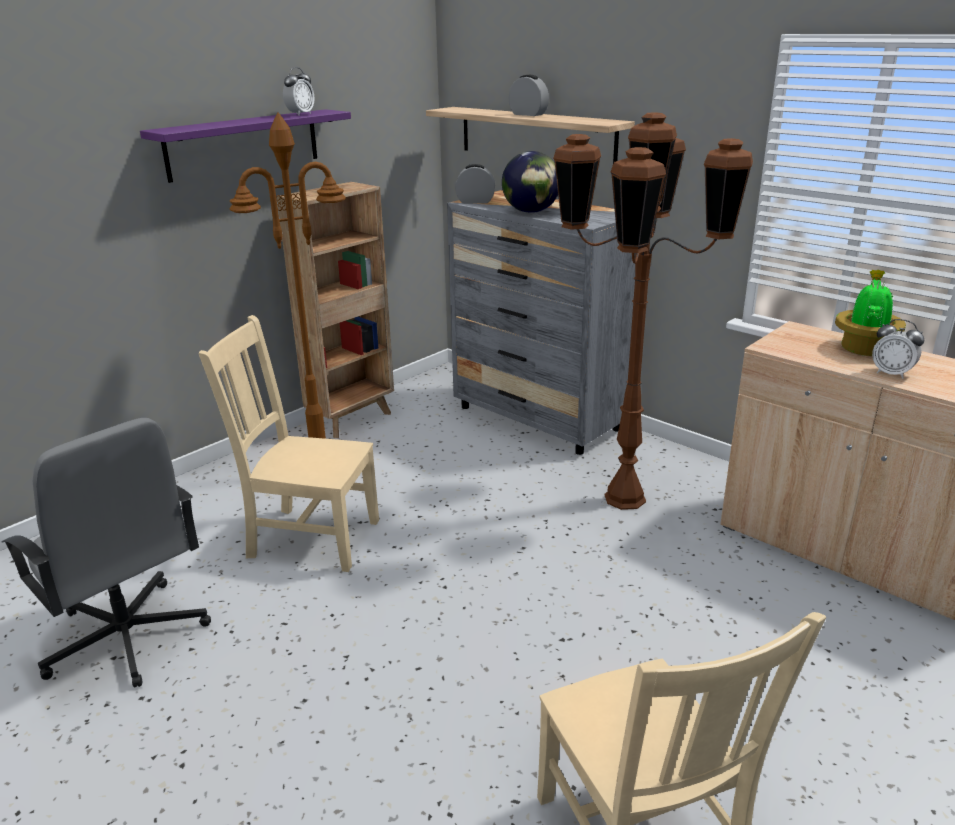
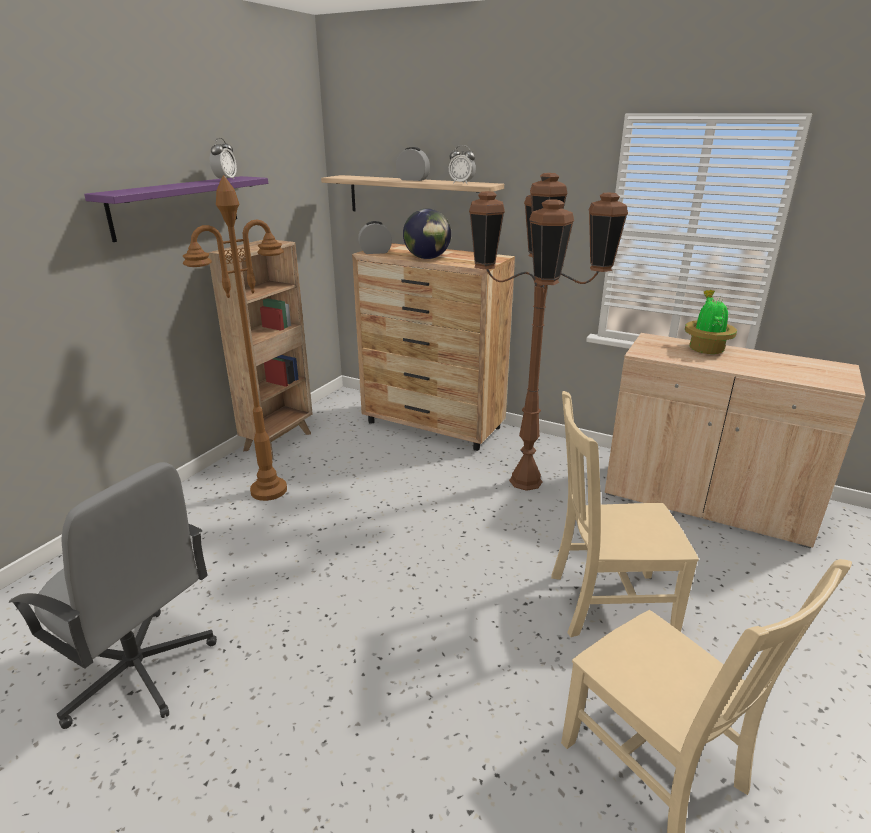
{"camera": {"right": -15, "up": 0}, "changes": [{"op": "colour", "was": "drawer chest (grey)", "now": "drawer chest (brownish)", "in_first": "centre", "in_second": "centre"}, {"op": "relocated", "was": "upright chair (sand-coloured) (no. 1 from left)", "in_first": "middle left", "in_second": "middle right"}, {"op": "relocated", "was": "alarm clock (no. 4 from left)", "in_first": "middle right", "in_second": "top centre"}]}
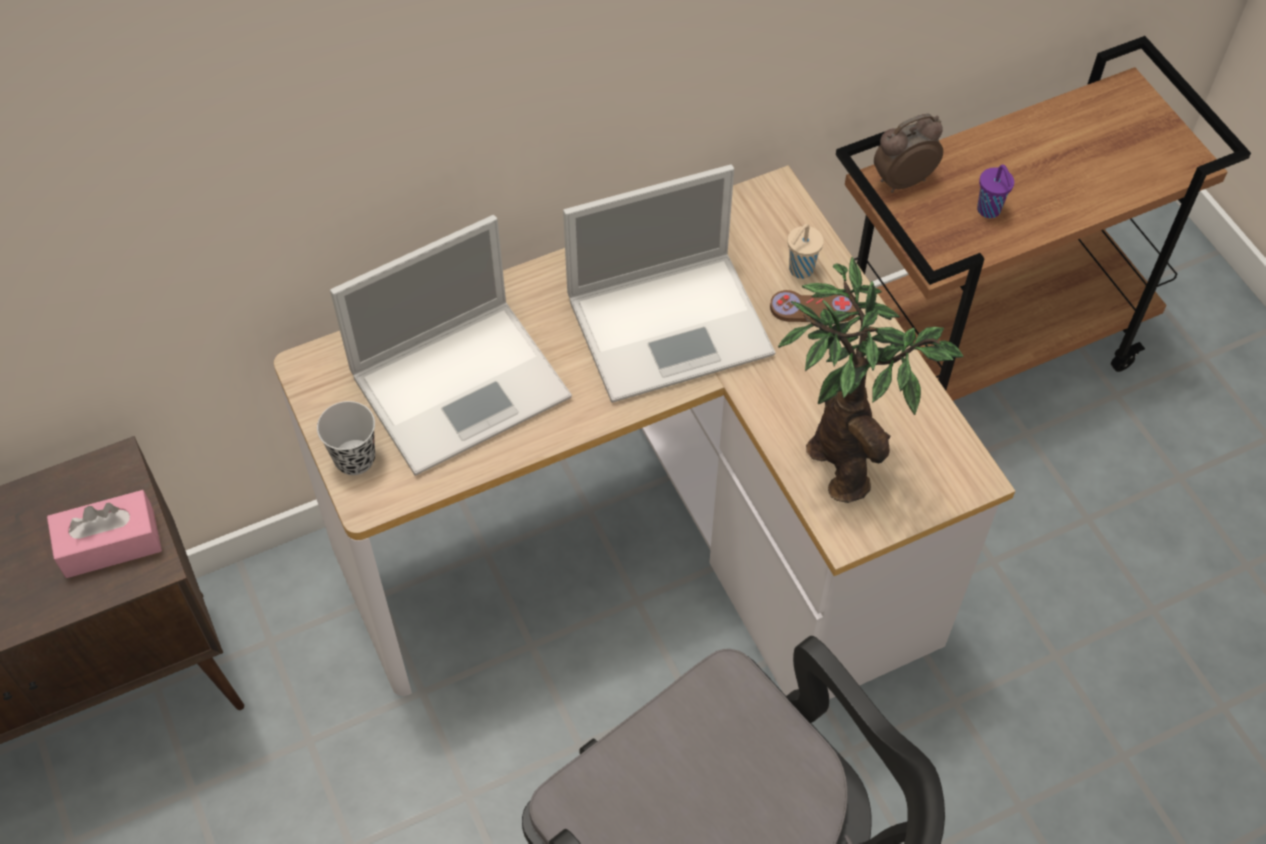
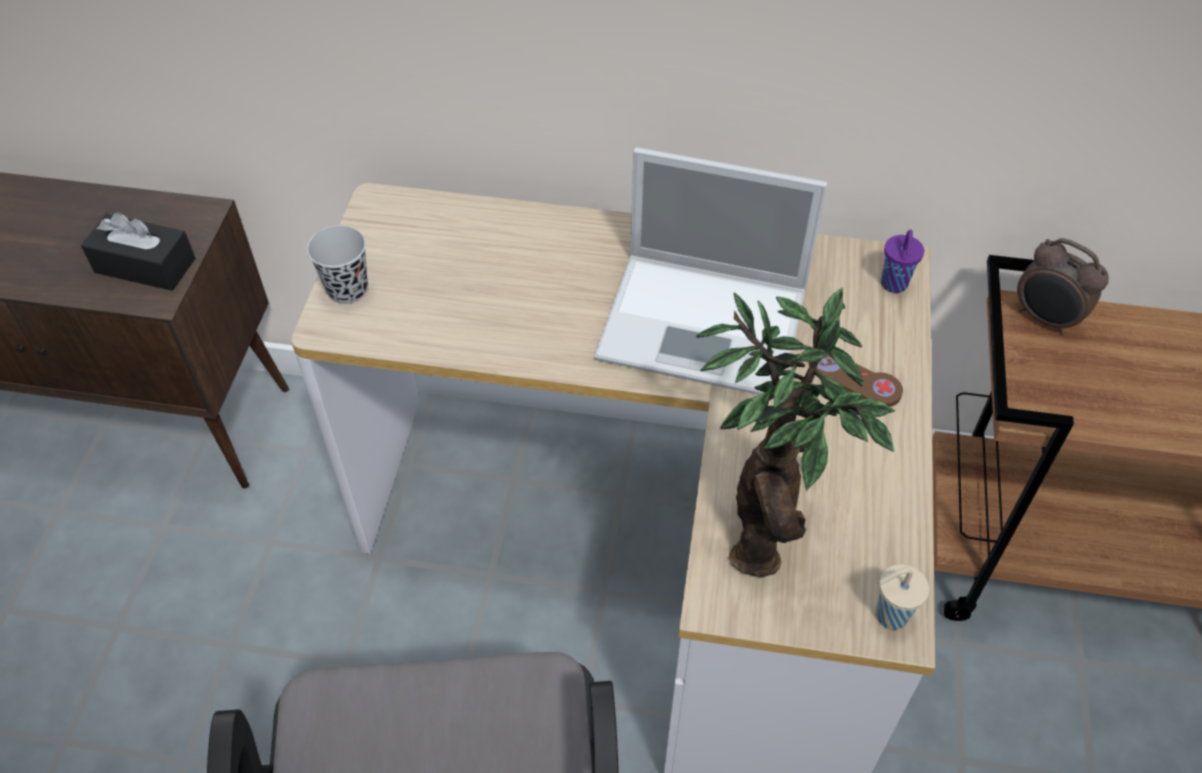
{"camera": {"right": 35, "up": -5}, "changes": [{"op": "spun", "was": "alarm clock", "in_first": "top right", "in_second": "middle right", "clockwise": -150}, {"op": "relocated", "was": "drinking cup (purple)", "in_first": "top right", "in_second": "middle right"}, {"op": "missing", "was": "notebook computer (no. 1 from left)", "in_first": "centre"}, {"op": "relocated", "was": "drinking cup (sand-coloured)", "in_first": "top centre", "in_second": "bottom right"}, {"op": "colour", "was": "tissue box (pink-coloured)", "now": "tissue box (blackish)", "in_first": "middle left", "in_second": "top left"}]}
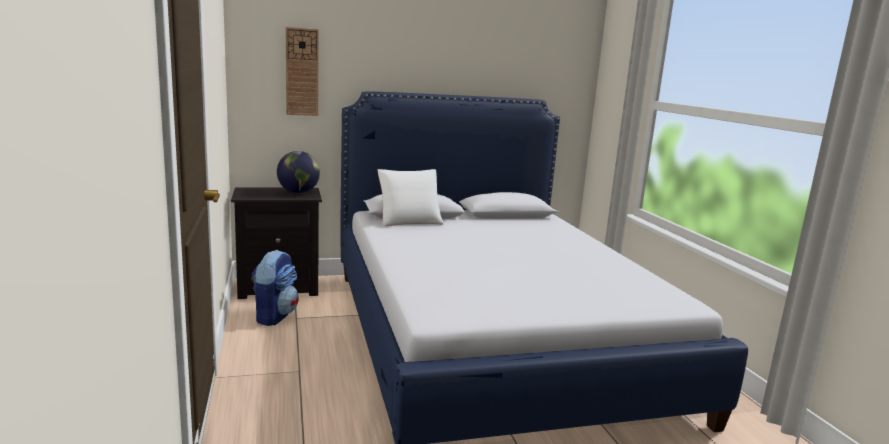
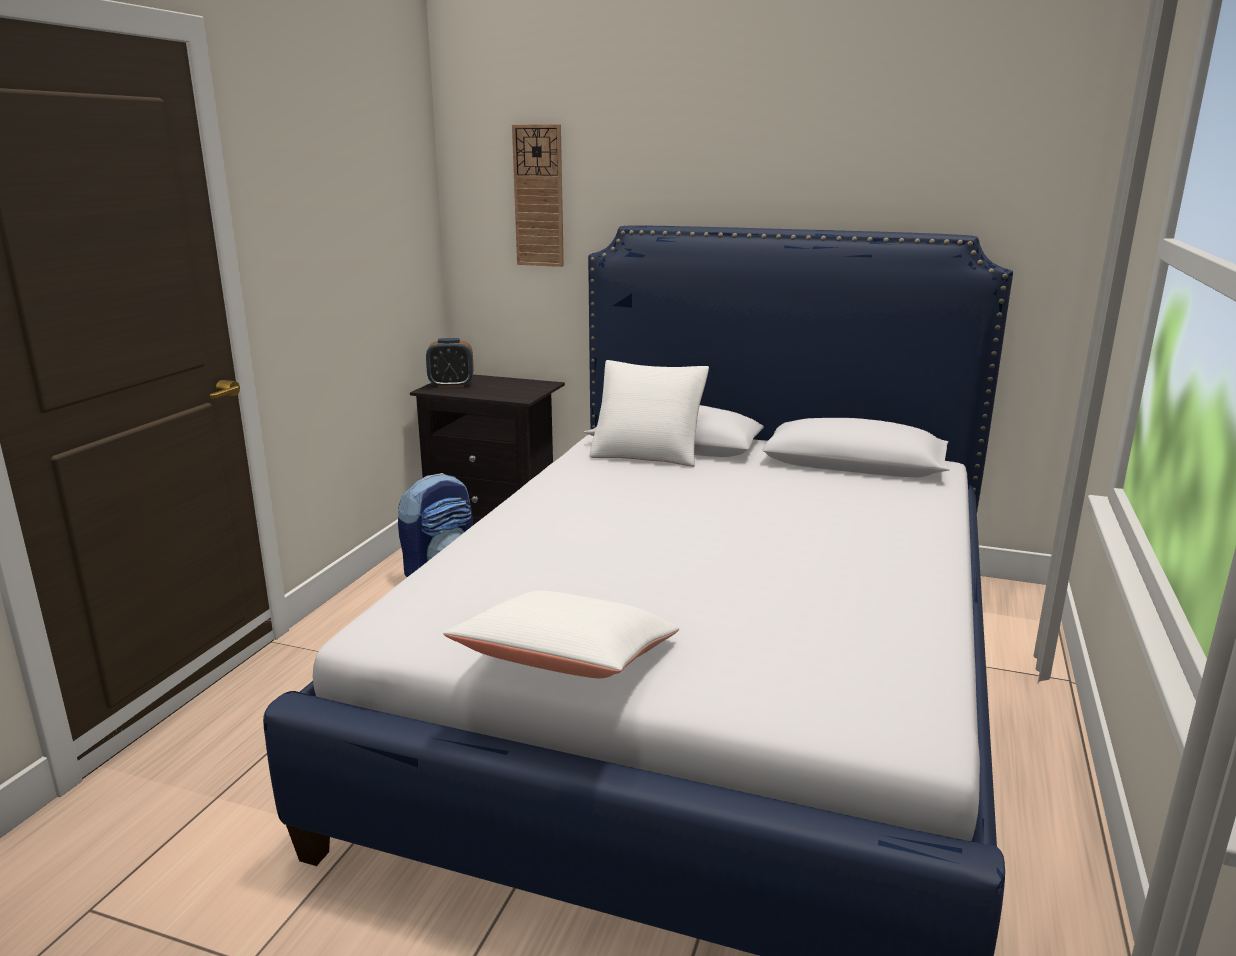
{"camera": {"right": 35, "up": 5}, "changes": [{"op": "missing", "was": "globe", "in_first": "centre"}, {"op": "appeared", "now": "alarm clock", "in_second": "centre"}, {"op": "appeared", "now": "cushion (white) (no. 1 from left)", "in_second": "centre"}]}
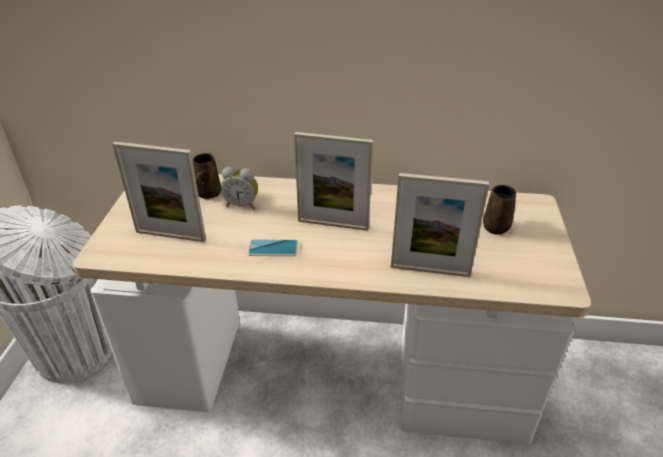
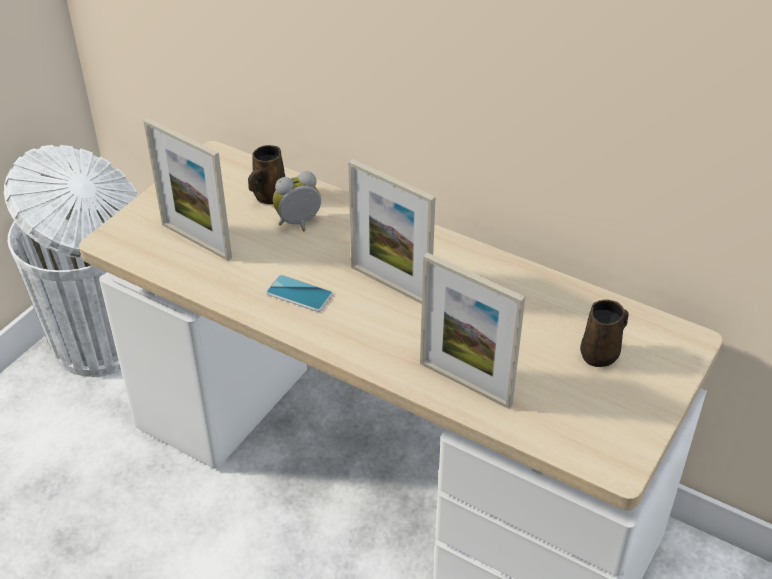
{"camera": {"right": 25, "up": 5}, "changes": [{"op": "spun", "was": "alarm clock", "in_first": "centre", "in_second": "centre", "clockwise": 120}]}
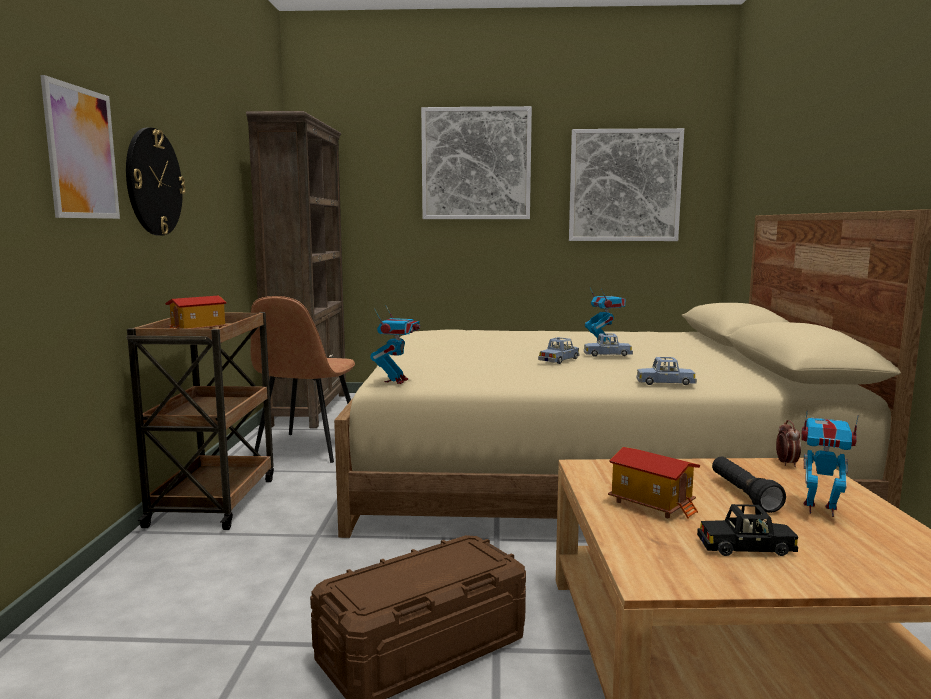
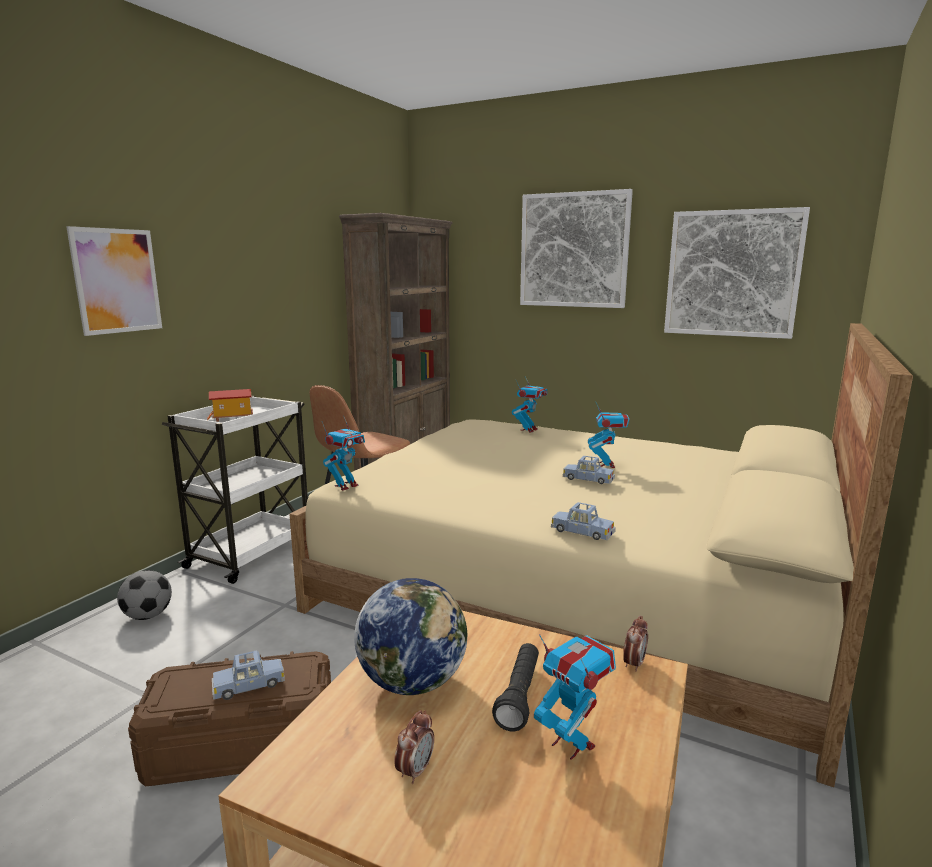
{"camera": {"right": 25, "up": 5}, "changes": [{"op": "missing", "was": "hanging clock", "in_first": "top left"}, {"op": "colour", "was": "wheeled cart (brownish)", "now": "wheeled cart (white)", "in_first": "middle left", "in_second": "middle left"}, {"op": "relocated", "was": "model car (bluish) (no. 1 from left)", "in_first": "centre", "in_second": "bottom left"}, {"op": "exchanged", "was": "toy house (no. 2 from left)", "now": "globe", "in_first": "bottom right", "in_second": "bottom centre"}, {"op": "exchanged", "was": "model car (blackish)", "now": "alarm clock (no. 1 from left)", "in_first": "bottom right", "in_second": "bottom centre"}, {"op": "appeared", "now": "robot figure (no. 2 from left)", "in_second": "centre"}, {"op": "appeared", "now": "football ball", "in_second": "bottom left"}]}
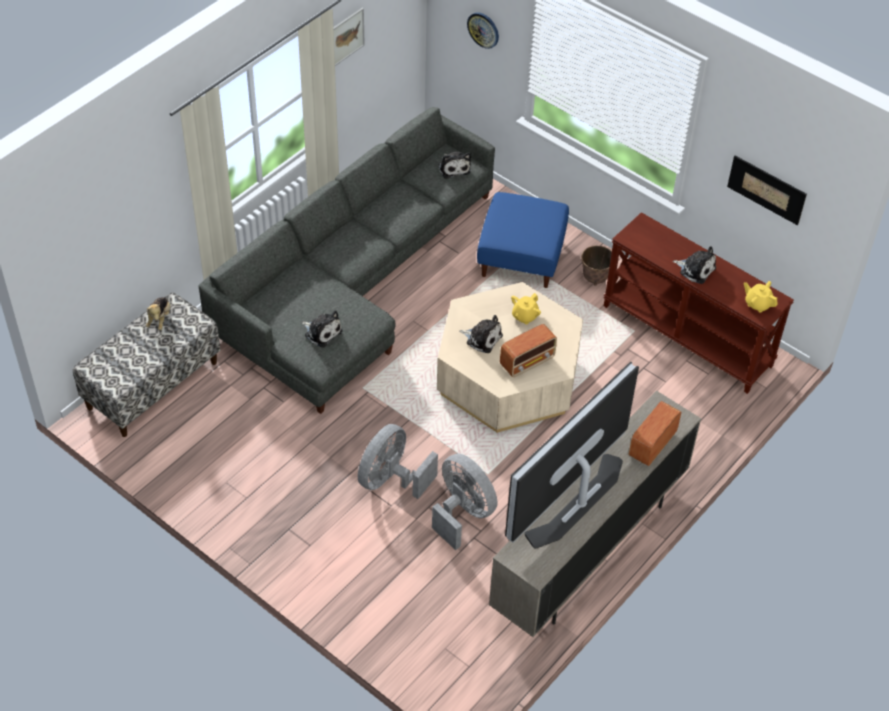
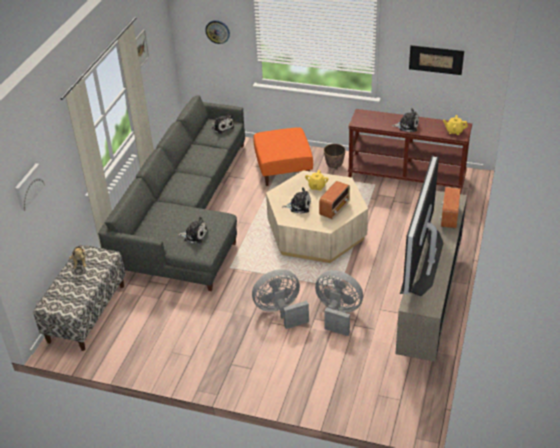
{"camera": {"right": -20, "up": -10}, "changes": [{"op": "colour", "was": "footrest (bluish)", "now": "footrest (orangey)", "in_first": "centre", "in_second": "centre"}, {"op": "spun", "was": "fan (grey) (no. 1 from left)", "in_first": "centre", "in_second": "bottom centre", "clockwise": 60}, {"op": "appeared", "now": "picture (no. 1 from left)", "in_second": "middle left"}]}
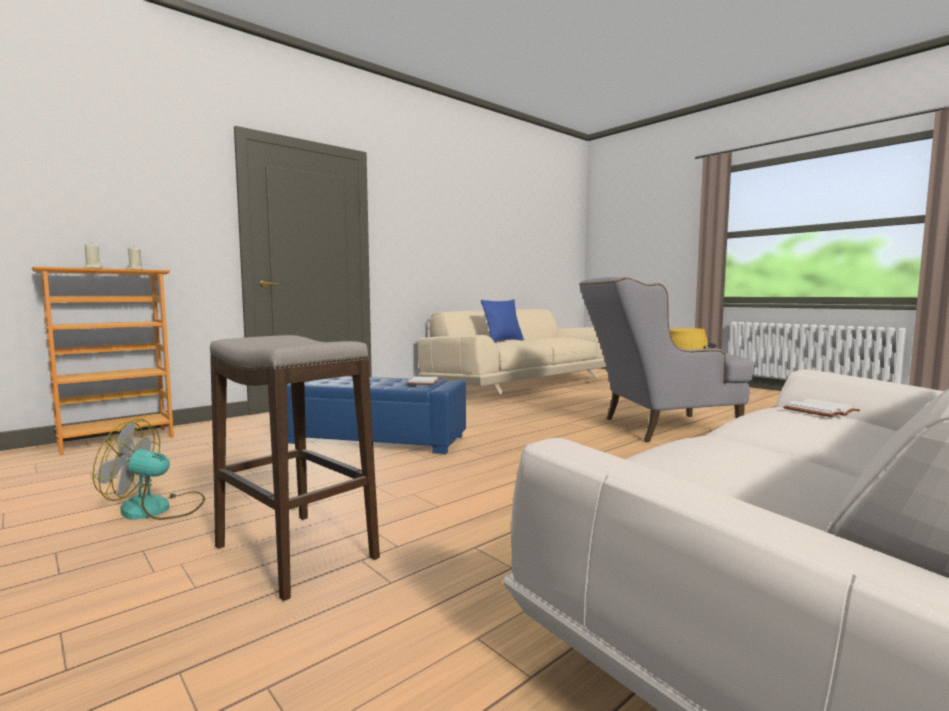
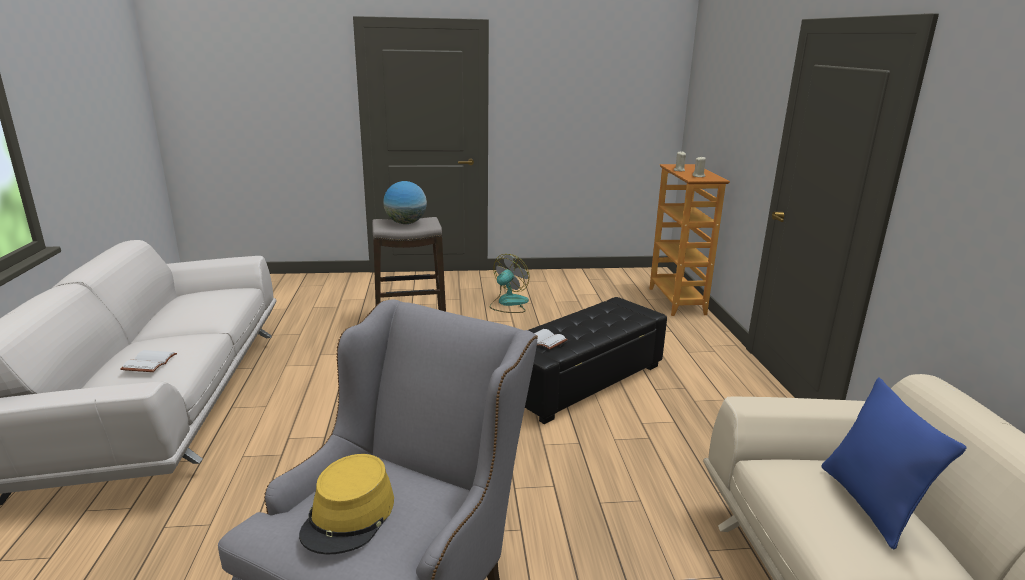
{"camera": {"right": 125, "up": 15}, "changes": [{"op": "colour", "was": "footrest (bluish)", "now": "footrest (blackish)", "in_first": "centre", "in_second": "centre"}, {"op": "appeared", "now": "globe", "in_second": "centre"}]}
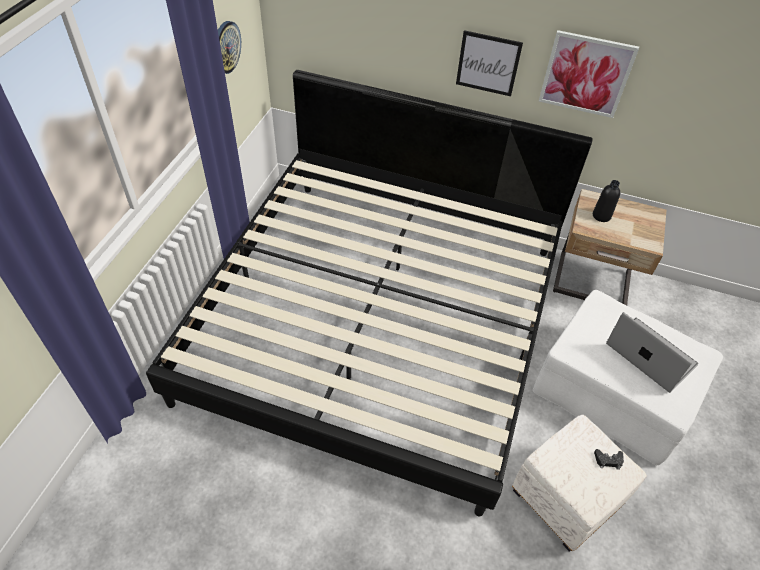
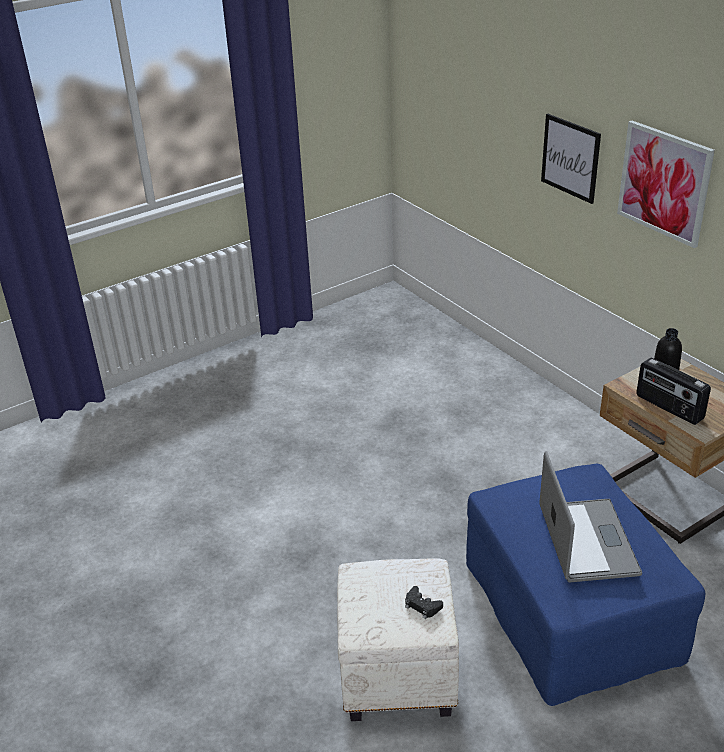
{"camera": {"right": 40, "up": -15}, "changes": [{"op": "missing", "was": "hanging clock", "in_first": "top left"}, {"op": "missing", "was": "bedroom bed", "in_first": "centre"}, {"op": "colour", "was": "footrest (white) (no. 2 from left)", "now": "footrest (bluish)", "in_first": "middle right", "in_second": "bottom right"}, {"op": "appeared", "now": "radio receiver", "in_second": "middle right"}]}
